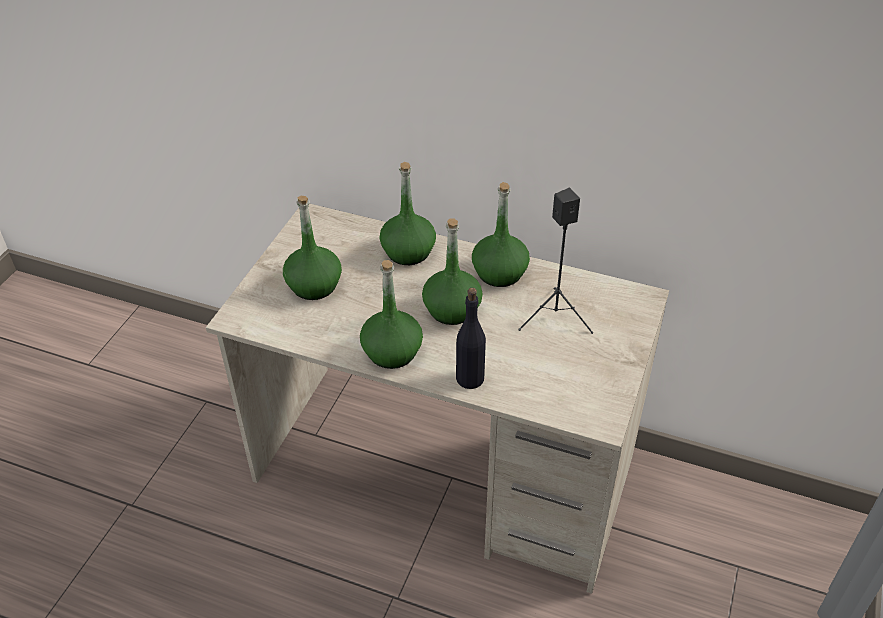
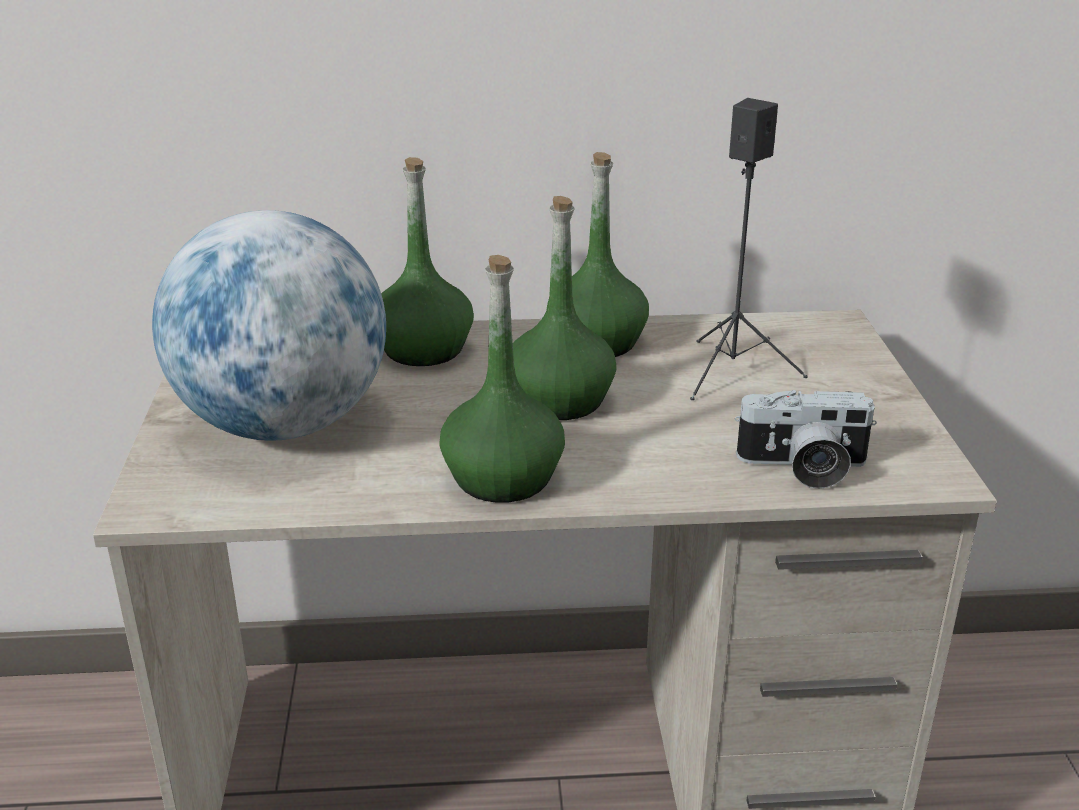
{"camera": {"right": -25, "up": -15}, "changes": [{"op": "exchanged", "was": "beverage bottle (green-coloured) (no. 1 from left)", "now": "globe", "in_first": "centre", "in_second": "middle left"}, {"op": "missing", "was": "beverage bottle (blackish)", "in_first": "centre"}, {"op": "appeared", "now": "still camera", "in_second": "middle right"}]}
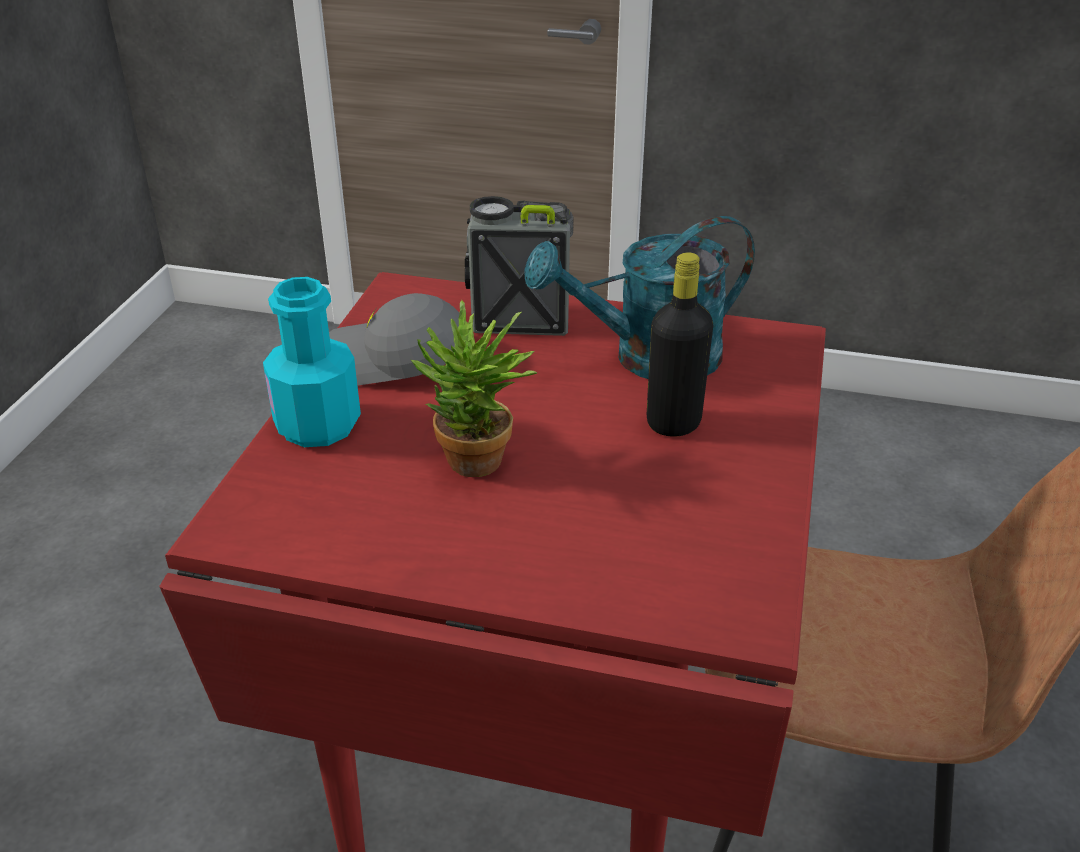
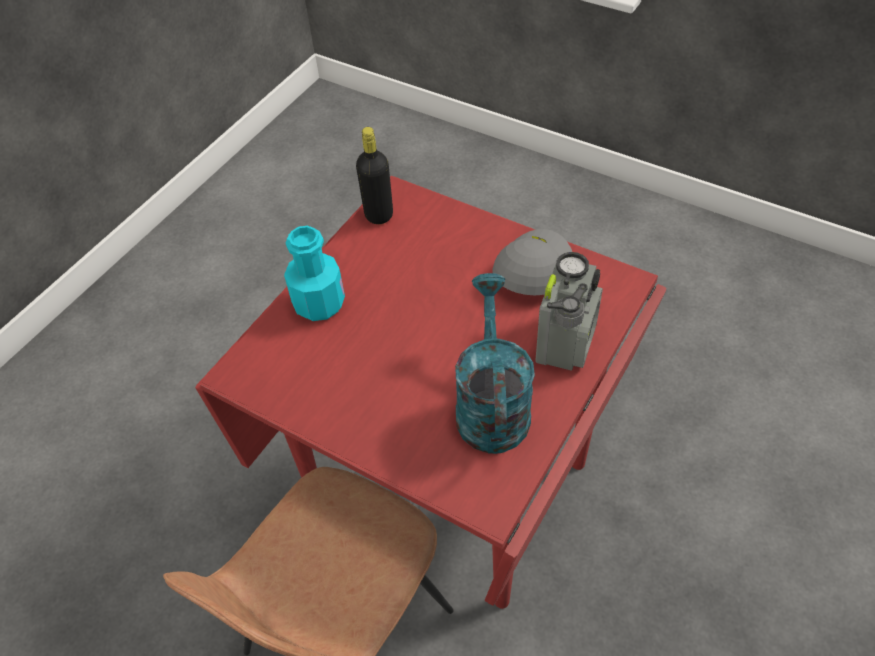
{"camera": {"right": 110, "up": 15}, "changes": [{"op": "relocated", "was": "beverage bottle (blackish)", "in_first": "centre", "in_second": "top centre"}, {"op": "relocated", "was": "beverage bottle (turquoise-coloured)", "in_first": "middle left", "in_second": "centre"}, {"op": "missing", "was": "potted plant", "in_first": "centre"}]}
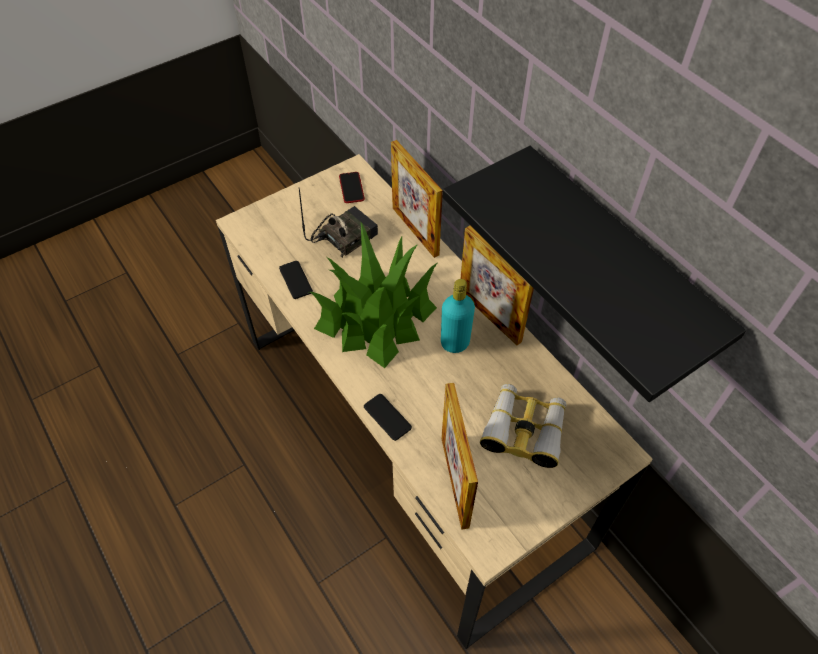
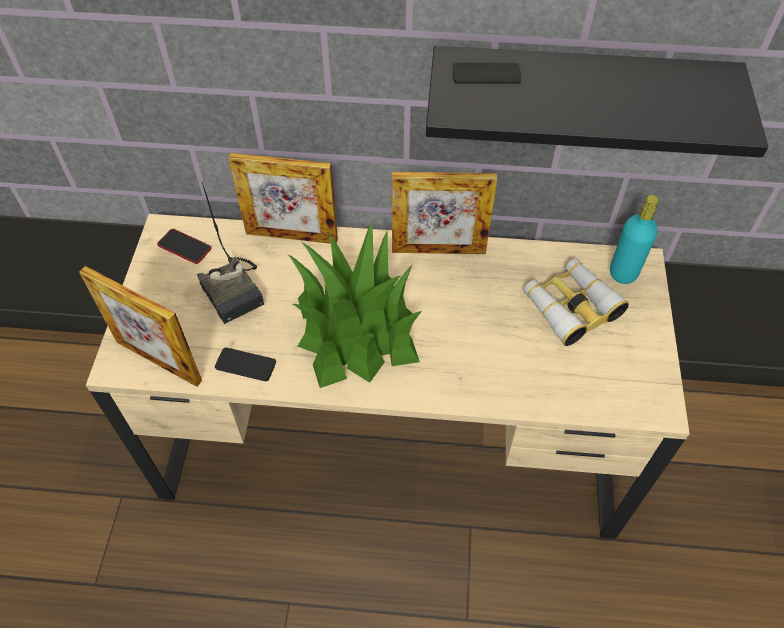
{"camera": {"right": -50, "up": 0}, "changes": [{"op": "spun", "was": "radio receiver", "in_first": "centre", "in_second": "middle left", "clockwise": 150}, {"op": "relocated", "was": "beverage bottle (turquoise-coloured)", "in_first": "centre", "in_second": "middle right"}, {"op": "relocated", "was": "photo frame (no. 2 from left in the first image)", "now": "photo frame (no. 1 from left)", "in_first": "bottom centre", "in_second": "middle left"}, {"op": "relocated", "was": "phone (no. 3 from left)", "in_first": "centre", "in_second": "top centre"}]}
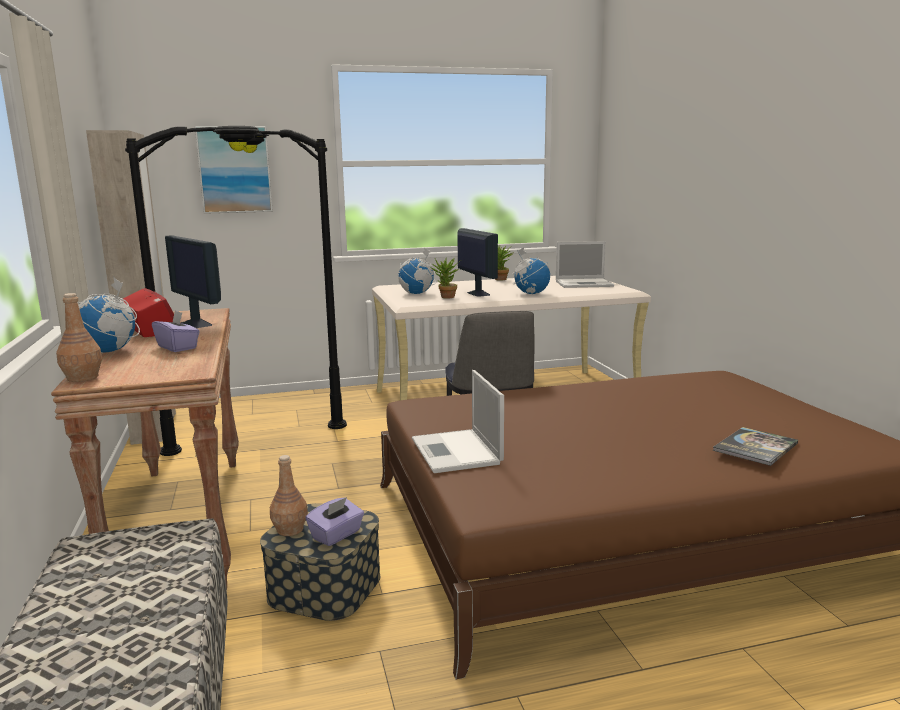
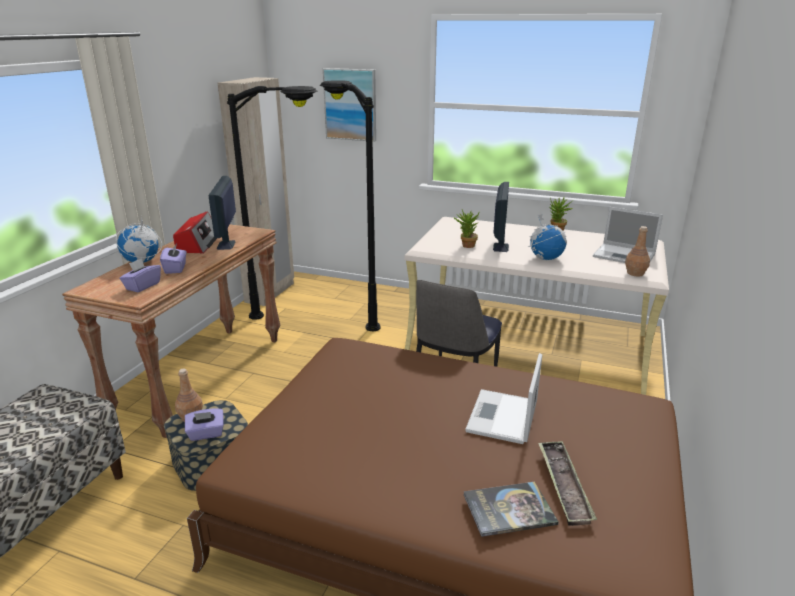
{"camera": {"right": 35, "up": 10}, "changes": [{"op": "missing", "was": "globe (no. 2 from left)", "in_first": "centre"}, {"op": "relocated", "was": "beverage bottle (brownish) (no. 1 from left in the first image)", "now": "beverage bottle (brownish) (no. 2 from left)", "in_first": "middle left", "in_second": "middle right"}, {"op": "relocated", "was": "notebook computer (no. 1 from left)", "in_first": "centre", "in_second": "bottom centre"}, {"op": "appeared", "now": "tissue box (purple) (no. 1 from left)", "in_second": "middle left"}, {"op": "appeared", "now": "tray", "in_second": "bottom right"}]}
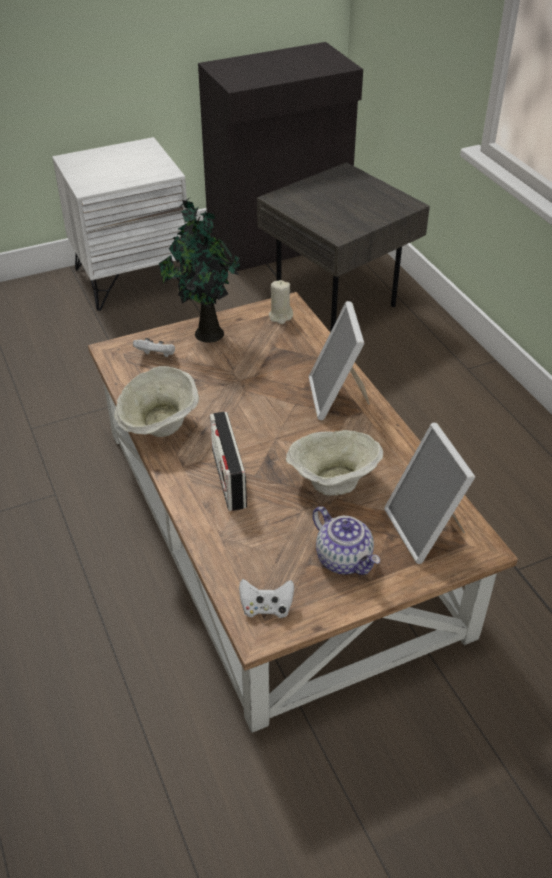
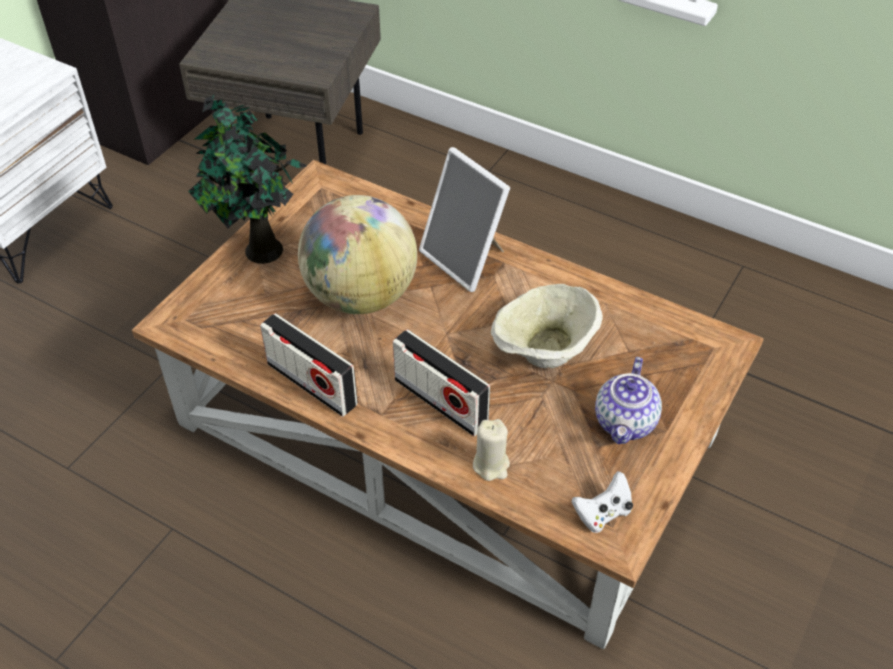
{"camera": {"right": -35, "up": 5}, "changes": [{"op": "relocated", "was": "candle (sand-coloured)", "in_first": "centre", "in_second": "bottom centre"}, {"op": "missing", "was": "gamepad (white) (no. 1 from left)", "in_first": "middle left"}, {"op": "exchanged", "was": "bowl (sand-coloured) (no. 1 from left)", "now": "radio receiver (no. 1 from left)", "in_first": "middle left", "in_second": "centre"}, {"op": "missing", "was": "photo frame (no. 2 from left)", "in_first": "middle right"}, {"op": "spun", "was": "pot for tea", "in_first": "centre", "in_second": "middle right", "clockwise": 90}, {"op": "appeared", "now": "globe", "in_second": "centre"}]}
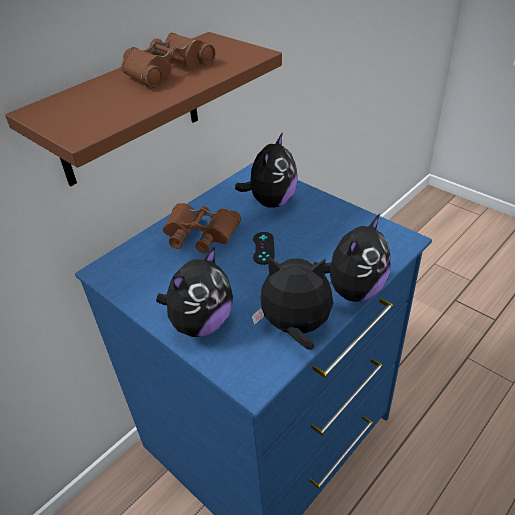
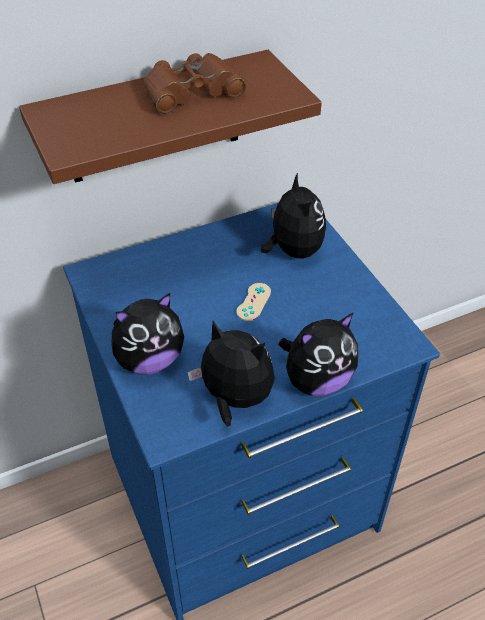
{"camera": {"right": 20, "up": 5}, "changes": [{"op": "spun", "was": "soft toy (no. 2 from left in the first image)", "in_first": "top centre", "in_second": "centre", "clockwise": -60}, {"op": "missing", "was": "pair of binoculars (brownish) (no. 2 from left)", "in_first": "centre"}, {"op": "colour", "was": "gamepad (blackish)", "now": "gamepad (sand-coloured)", "in_first": "centre", "in_second": "centre"}]}
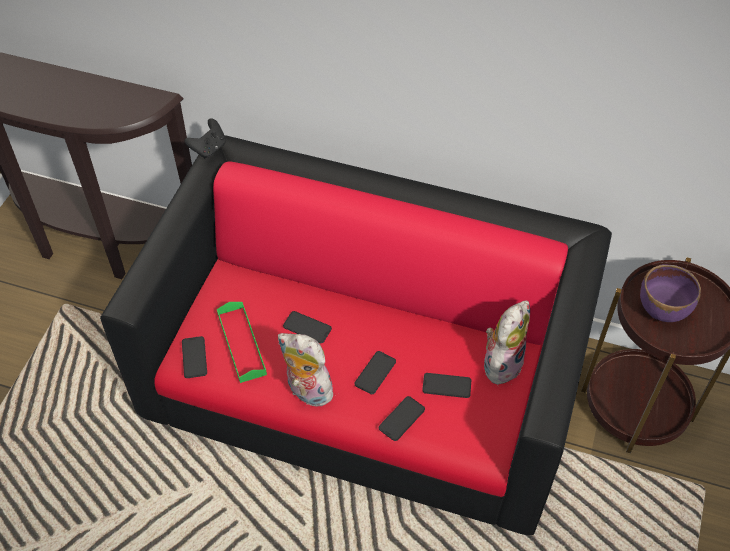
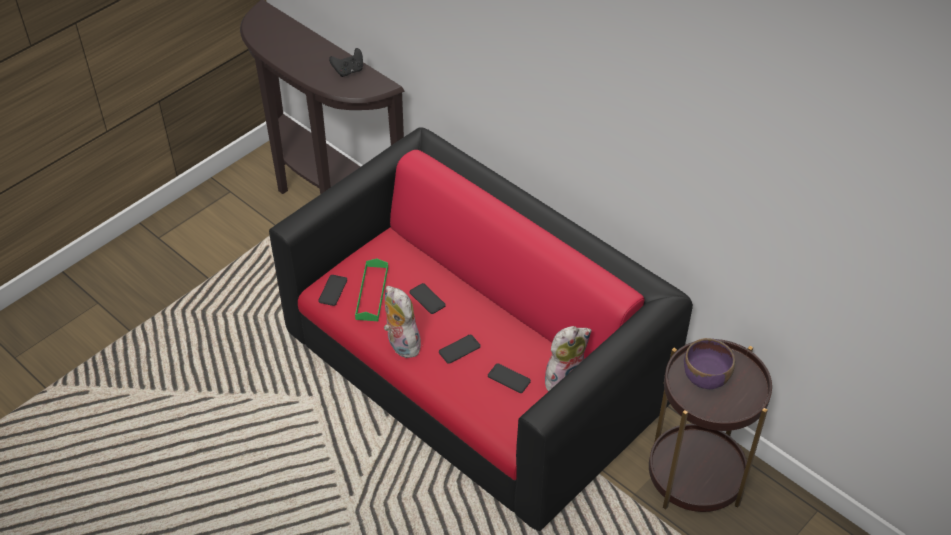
{"camera": {"right": 25, "up": -5}, "changes": [{"op": "relocated", "was": "gamepad (blackish)", "in_first": "top left", "in_second": "top centre"}, {"op": "missing", "was": "phone (no. 4 from left)", "in_first": "bottom centre"}]}
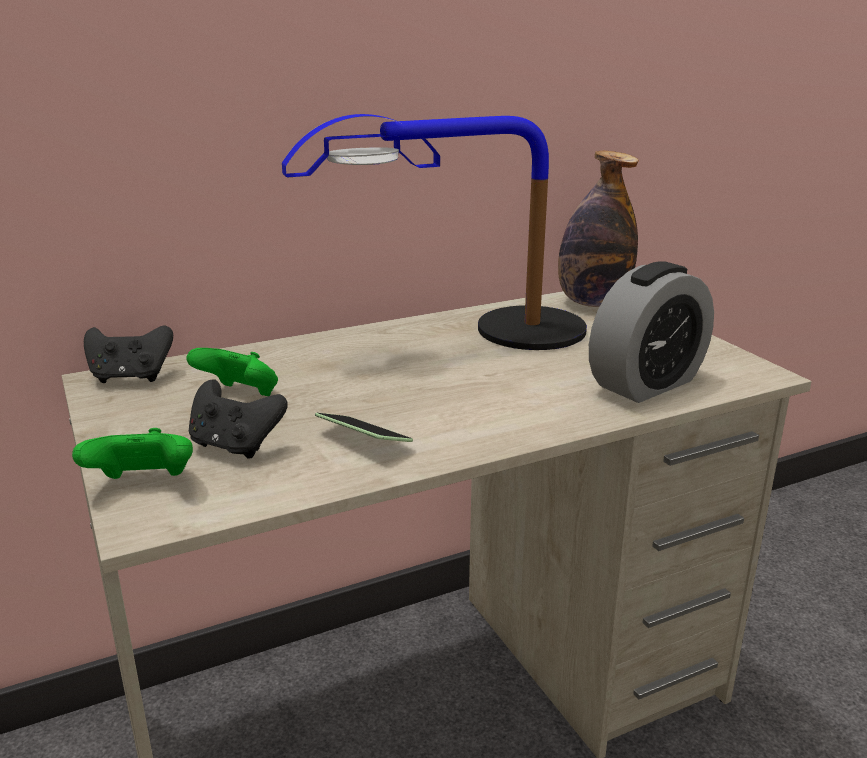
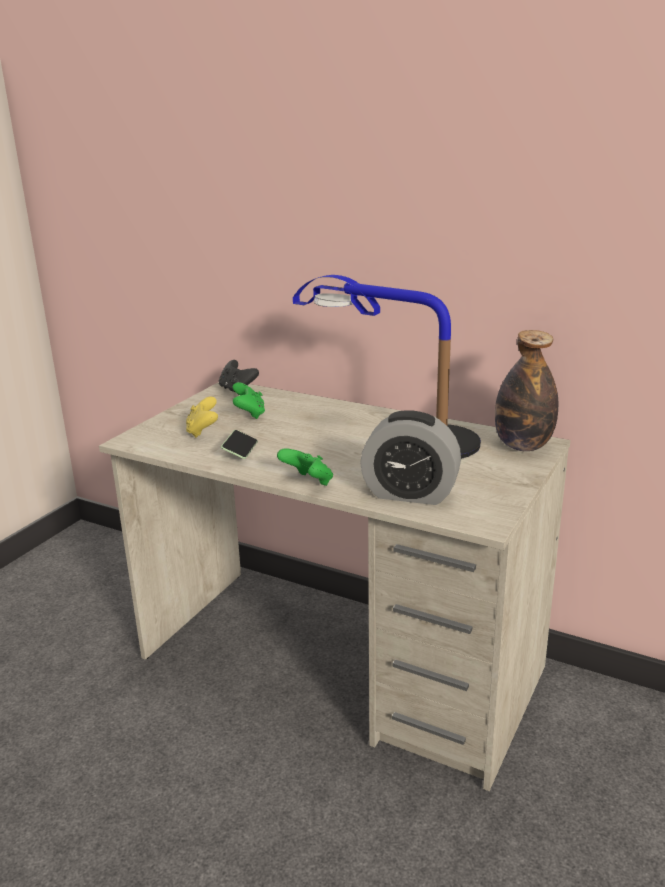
{"camera": {"right": 55, "up": 0}, "changes": [{"op": "colour", "was": "gamepad (blackish) (no. 2 from left)", "now": "gamepad (yellowish)", "in_first": "middle left", "in_second": "middle left"}, {"op": "relocated", "was": "gamepad (green-coloured) (no. 1 from left in the first image)", "now": "gamepad (green-coloured) (no. 2 from left)", "in_first": "middle left", "in_second": "centre"}]}
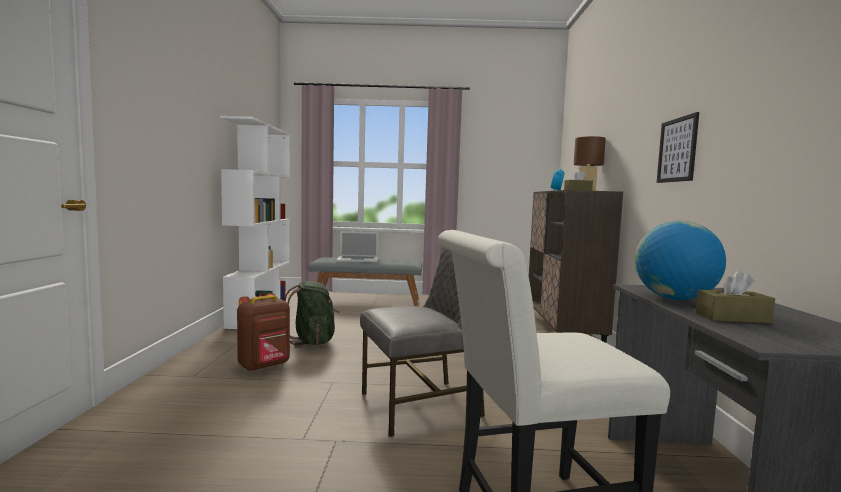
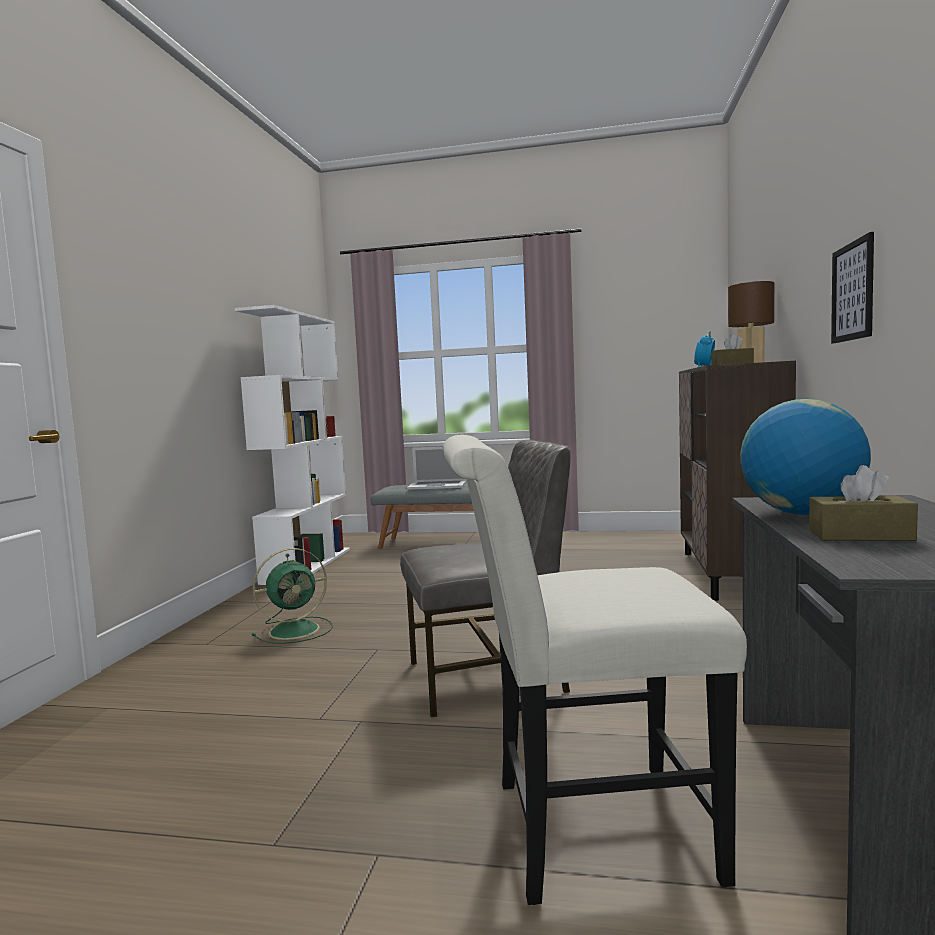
{"camera": {"right": 10, "up": 0}, "changes": [{"op": "missing", "was": "backpack (green-coloured)", "in_first": "centre"}, {"op": "exchanged", "was": "backpack (brownish)", "now": "fan (green-coloured)", "in_first": "bottom left", "in_second": "middle left"}]}
